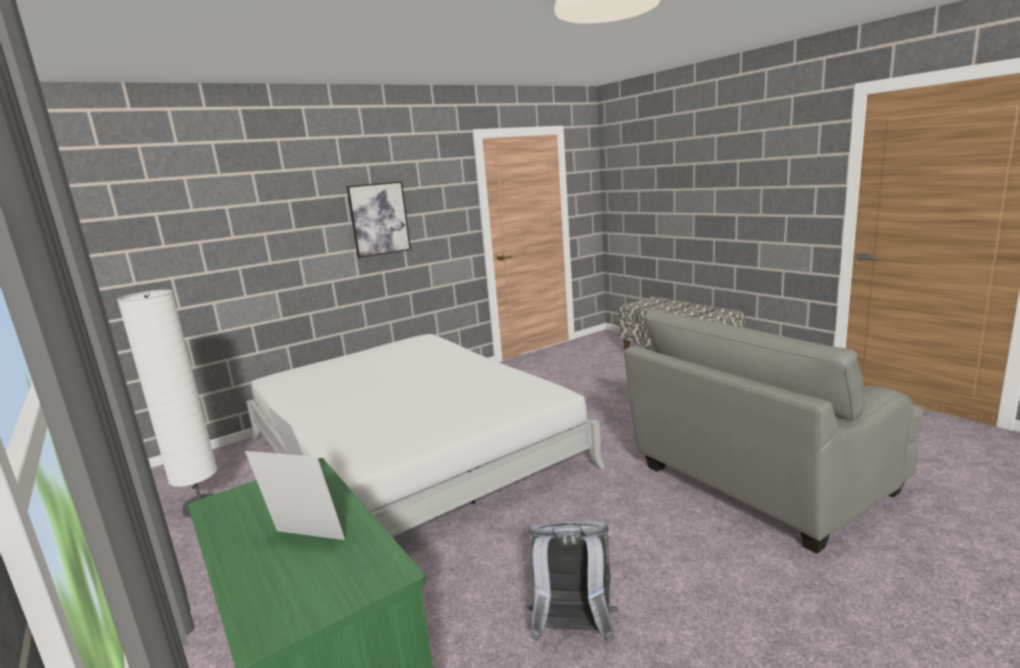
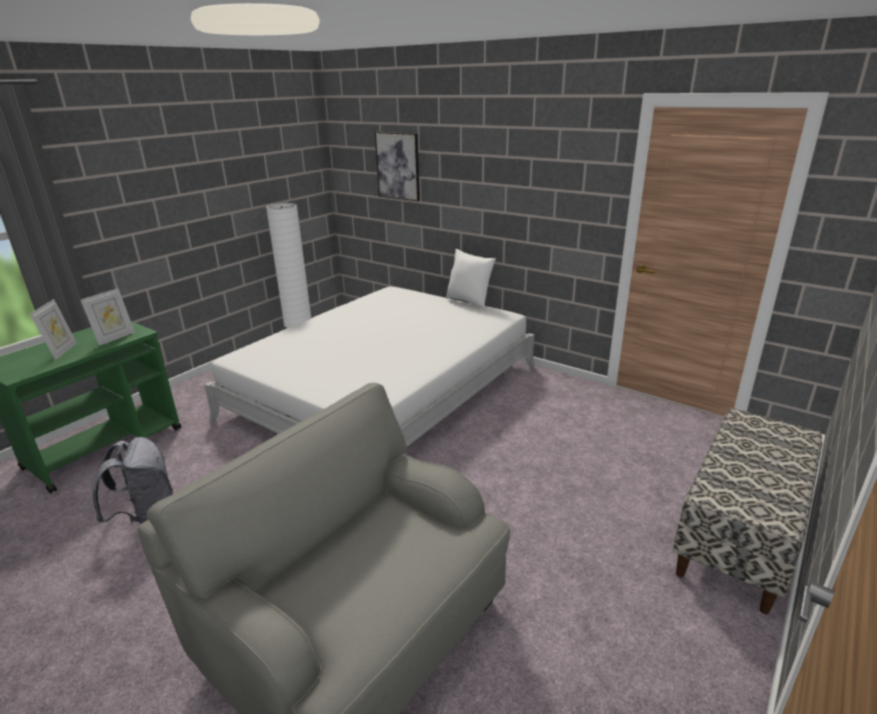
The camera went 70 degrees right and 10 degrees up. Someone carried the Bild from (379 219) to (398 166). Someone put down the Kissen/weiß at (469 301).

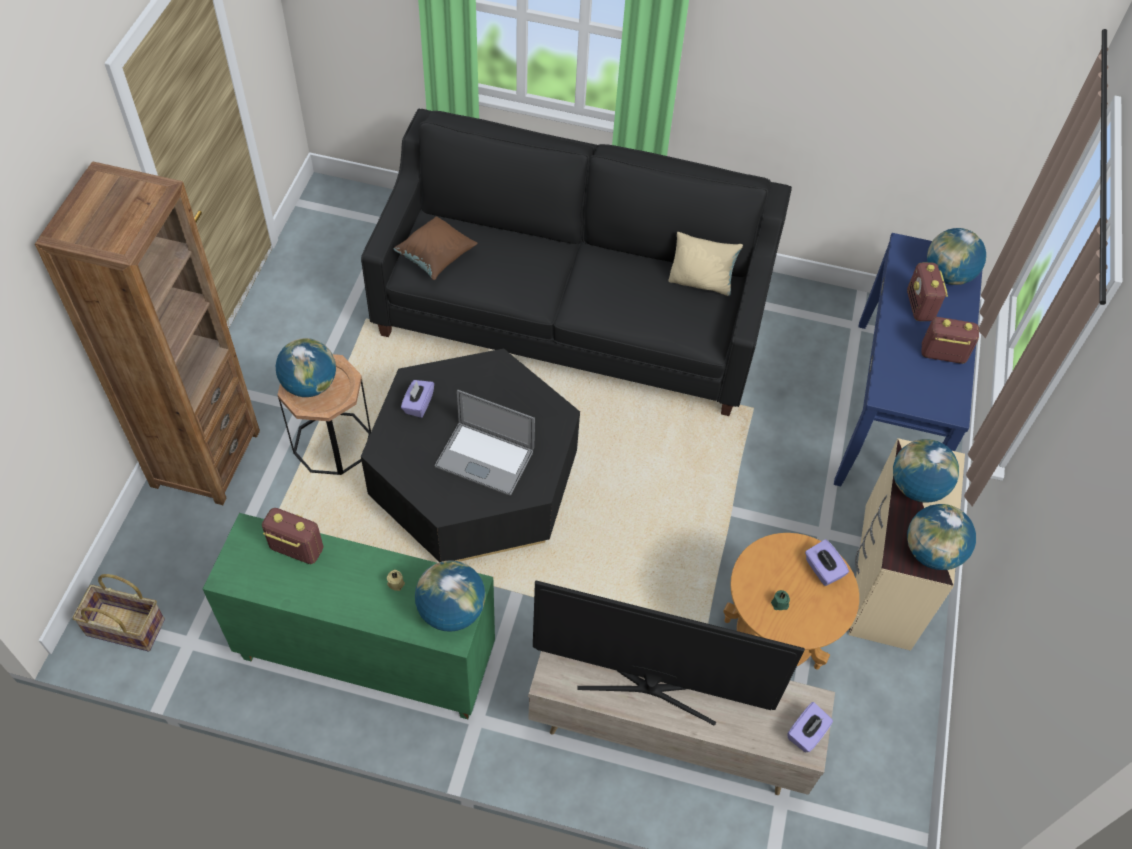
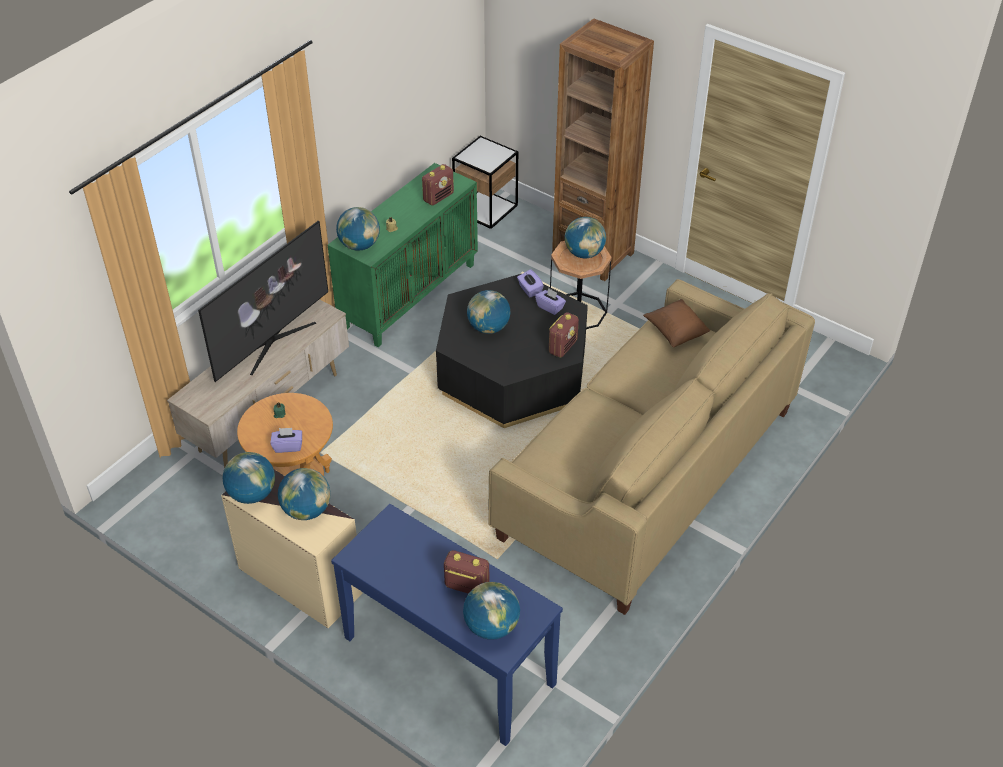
The camera went 115 degrees right and 10 degrees down. Someone swapped the Korb at (124 628) for the Beistelltisch at (485 208). Someone swapped the Laptop at (484 458) for the Globus at (488 328). Someone repainted the Sofa/schwarz at (572 314), which became the Sofa/beige at (647 473). Someone carried the Taschentuchbox/lila from (806 733) to (529 290). Someone carried the Radio from (942 354) to (563 347). Someone took away the Kissen/beige at (701 282).

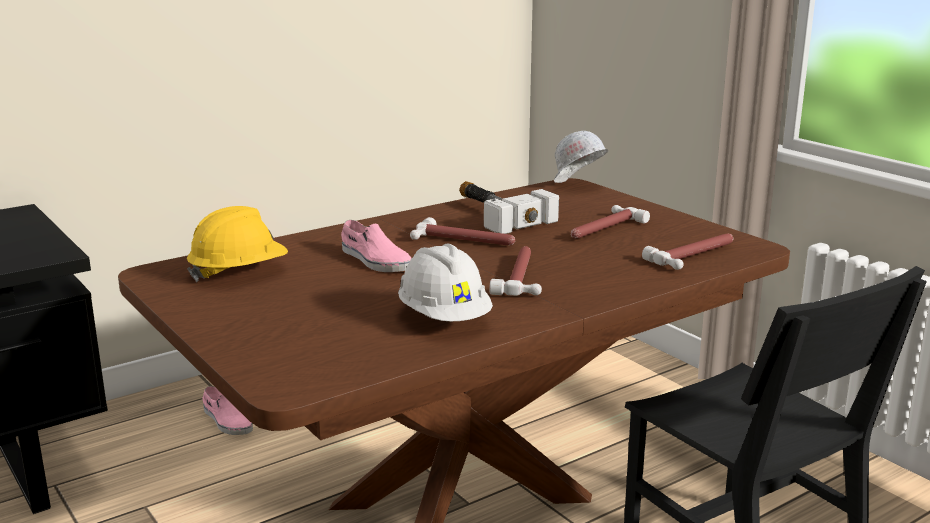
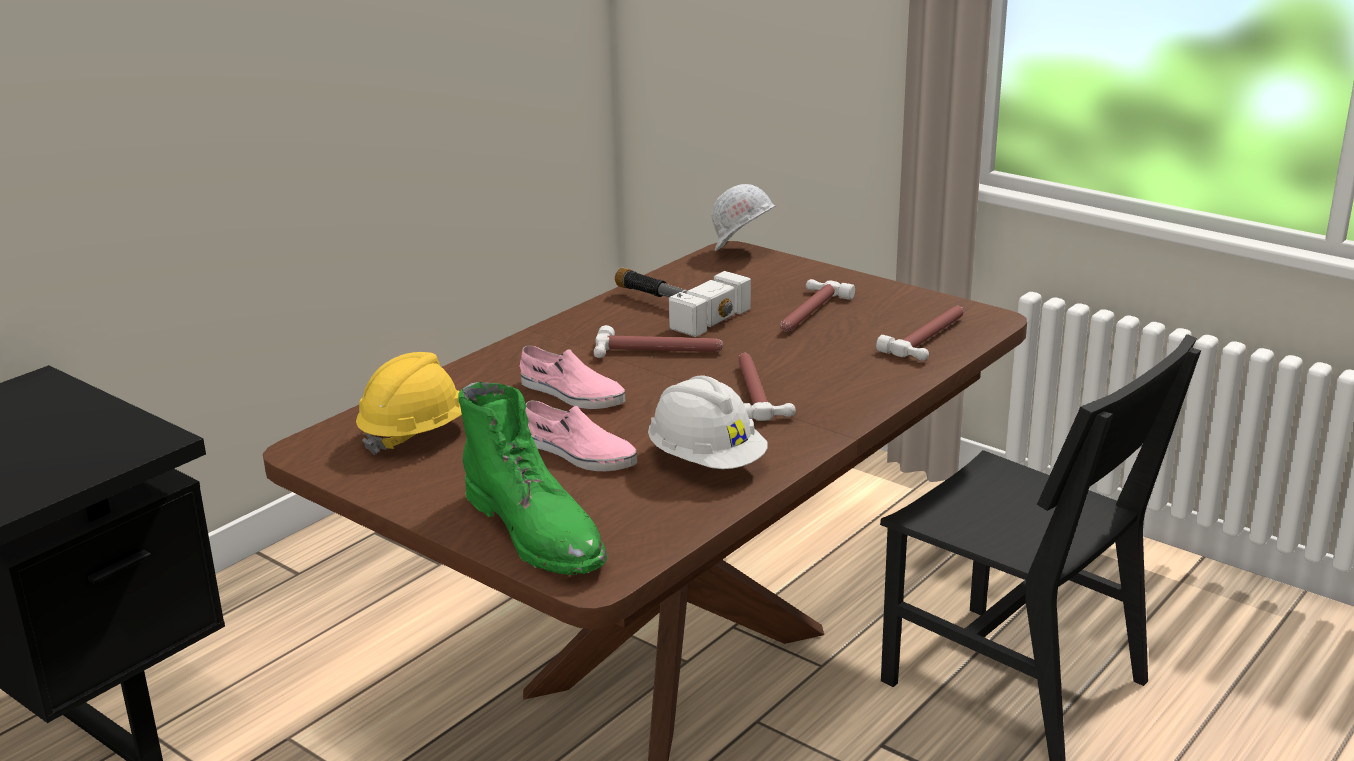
The camera went 15 degrees left and 5 degrees up. Someone put down the Stiefel/grün at (538 532). Someone carried the Schuh/rosa from (227 421) to (578 453).

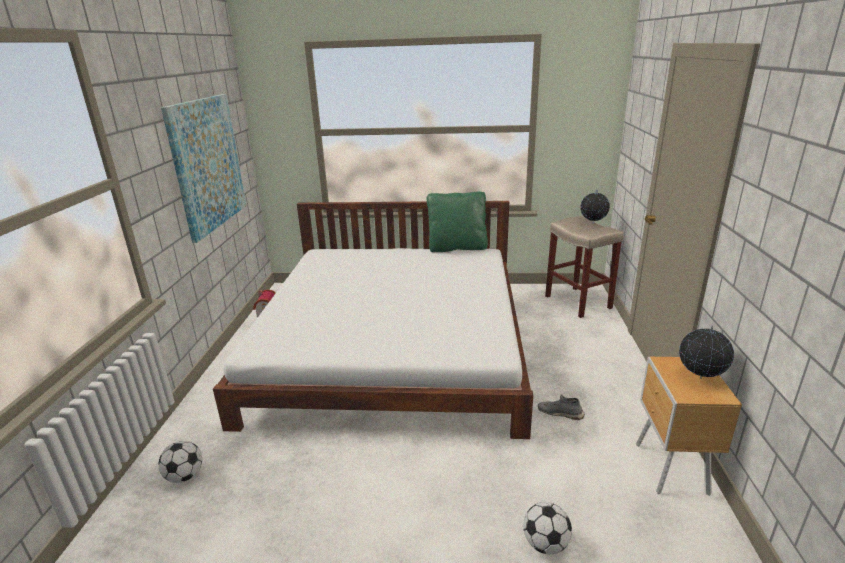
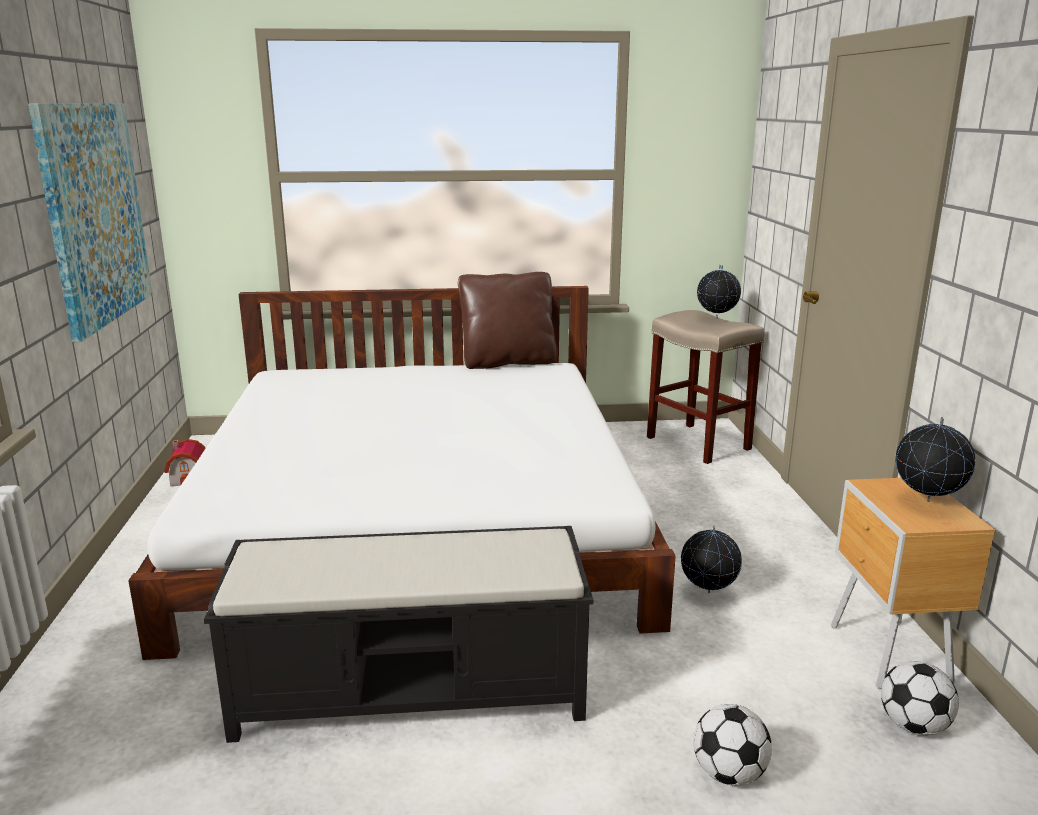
The camera went 10 degrees left and 5 degrees down. Someone put down the Bank/schwarz at (413 691). Someone repainted the Kissen/grün at (457 248), which became the Kissen/braun at (508 362). Someone swapped the Schuh/grau at (560 413) for the Globus at (708 593). Someone carried the Fußball from (185 476) to (913 726).

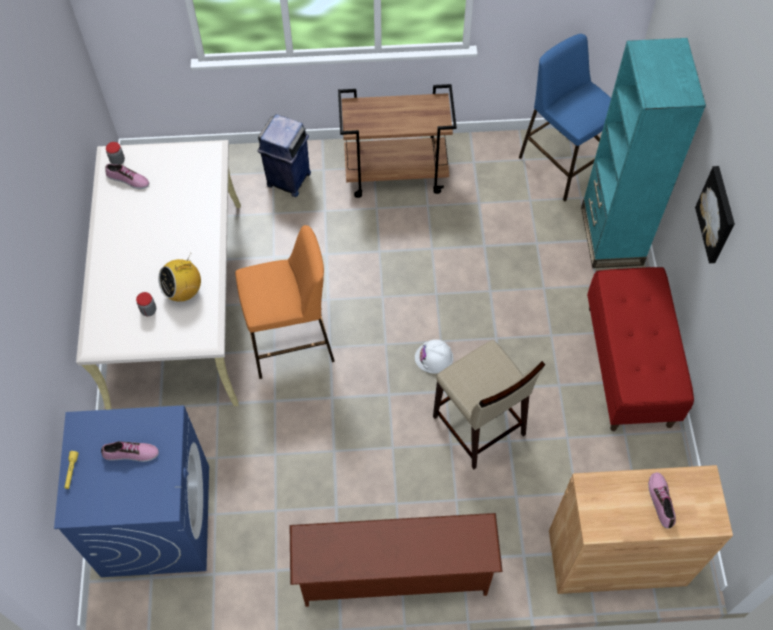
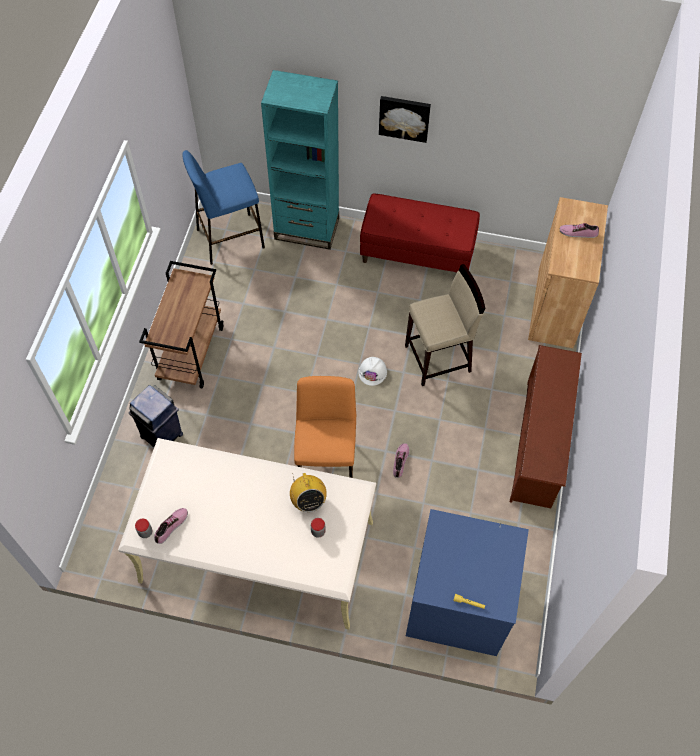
The camera went 75 degrees left and 0 degrees up. Someone carried the Schuh from (131 454) to (401 461).

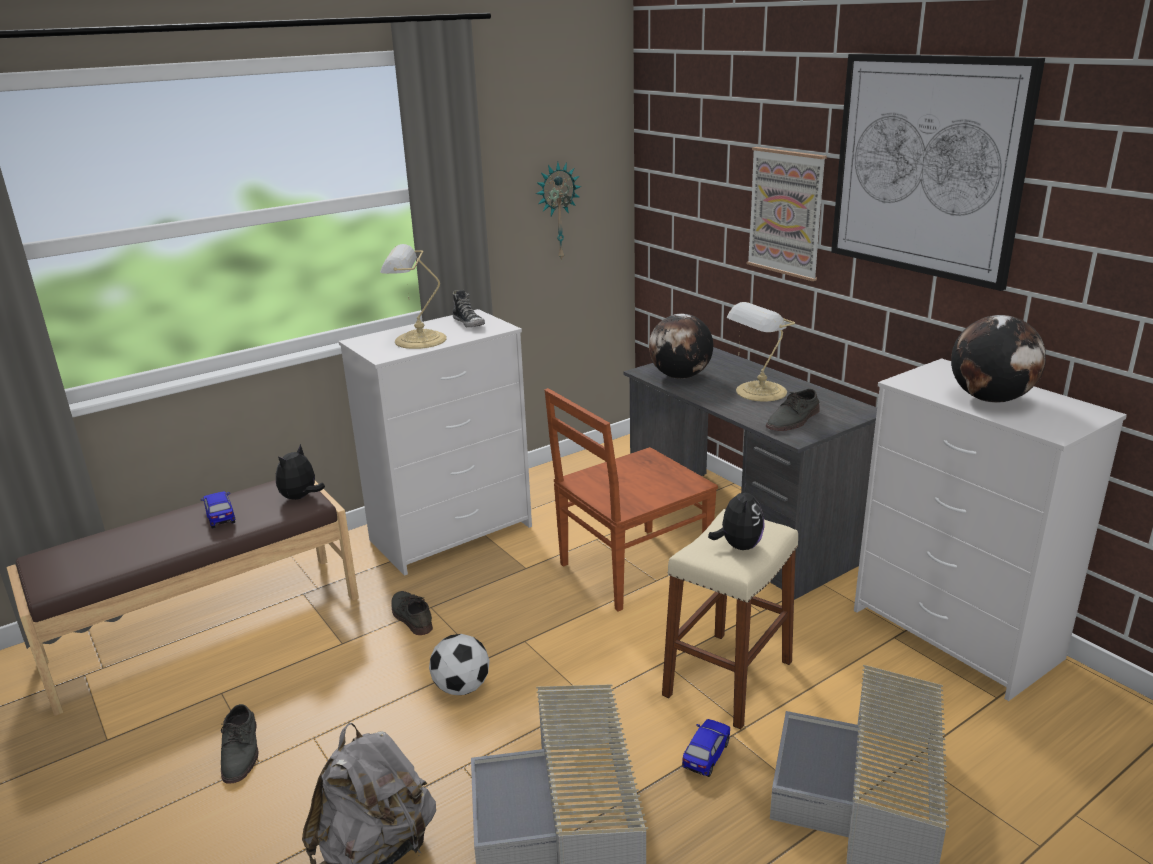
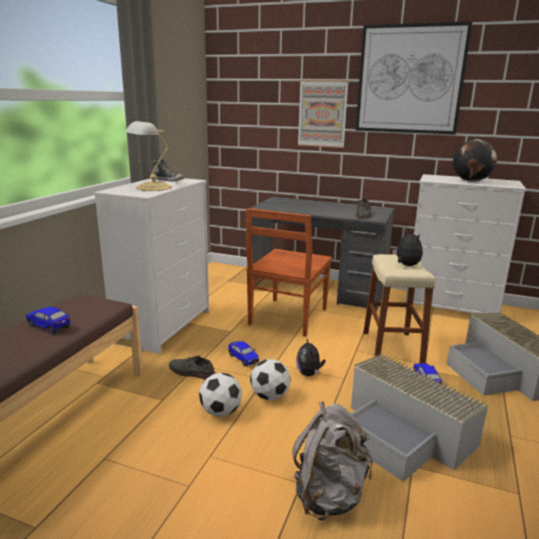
The camera went 35 degrees left and 5 degrees down. Someone put down the Fußball at (220 412). Someone put down the Spielzeugauto at (243 359). Someone carried the Plüschtier from (300 498) to (309 374). Someone took away the Schuh/grau at (241 751). Someone took away the Wanduhr at (557 211). Someone took away the Globus at (680 376). Someone took away the Tischlampe at (759 392).

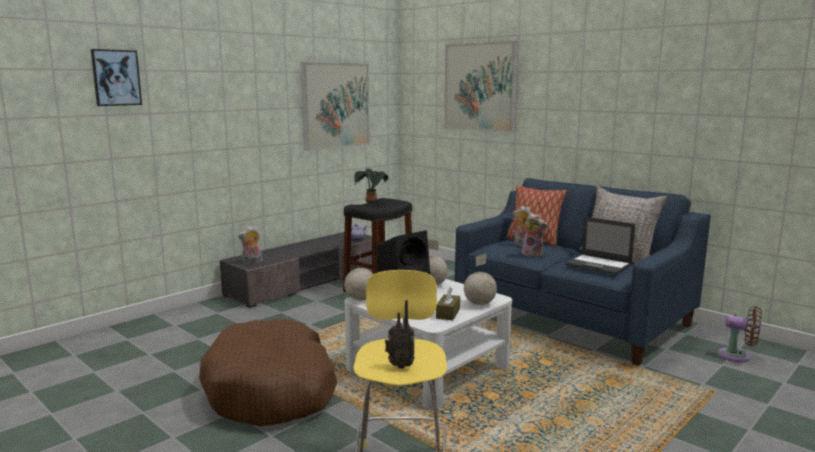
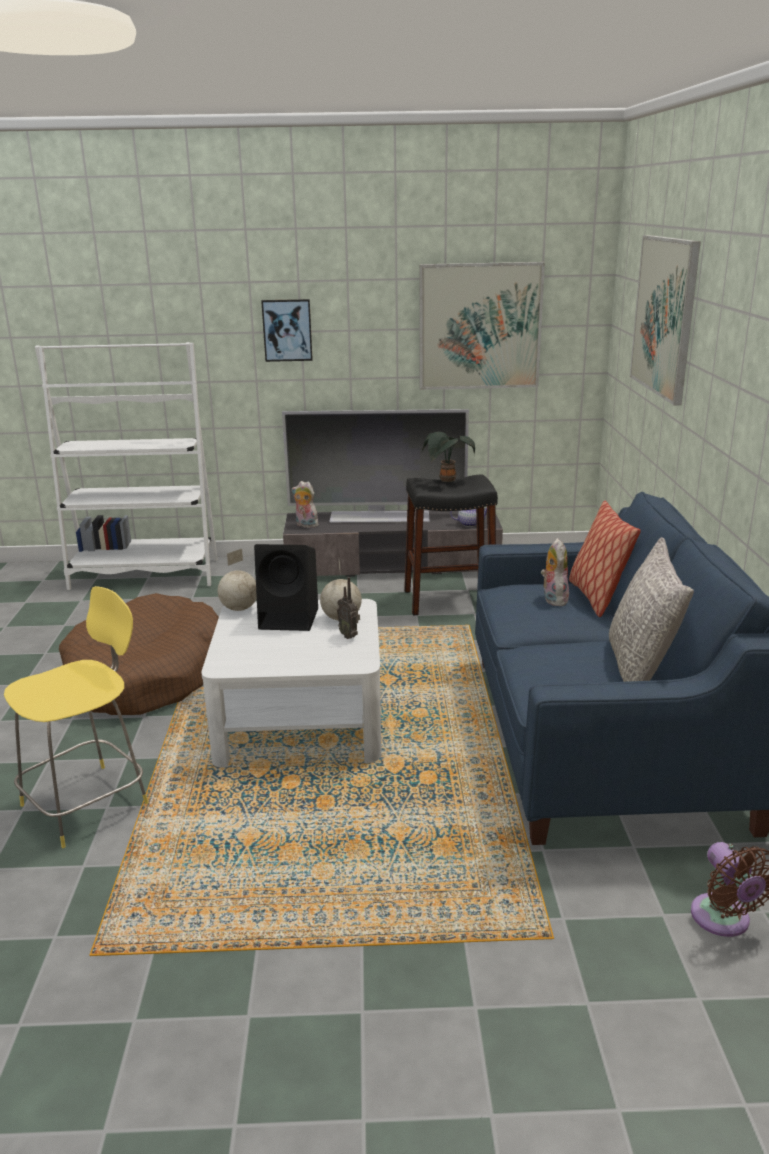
The camera went 45 degrees right and 10 degrees up. Someone put down the Bücherregal/weiß at (145 574). Someone carried the Bild from (116 77) to (287 330). Someone put down the Fernseher at (379 516). Someone carried the Radio from (400 365) to (349 636). Someone took away the Taschentuchbox/braun at (448 313). Someone took away the Globus at (479 304). Someone took away the Plüschtier at (533 254). Someone took away the Laptop at (599 265).

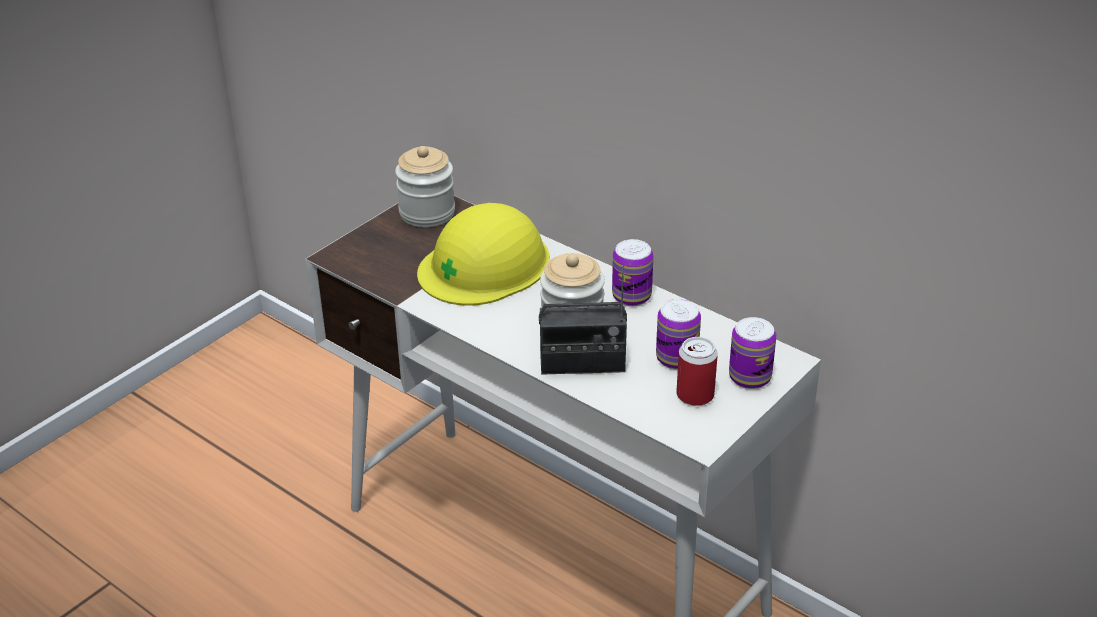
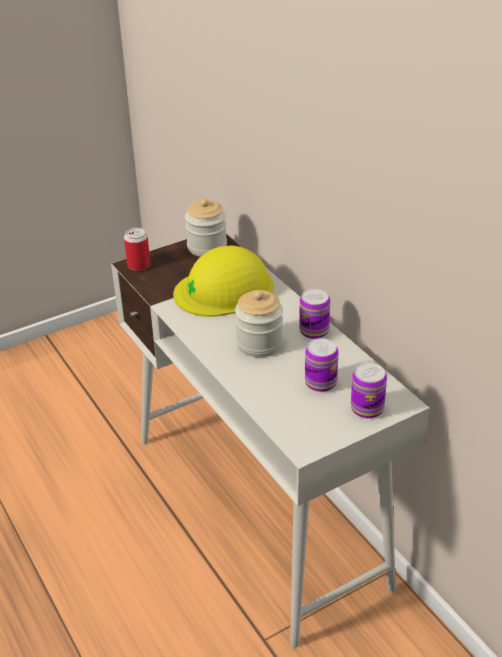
The camera went 20 degrees right and 0 degrees up. Someone carried the Dose from (695 395) to (138 265). Someone took away the Radio at (582 364).

